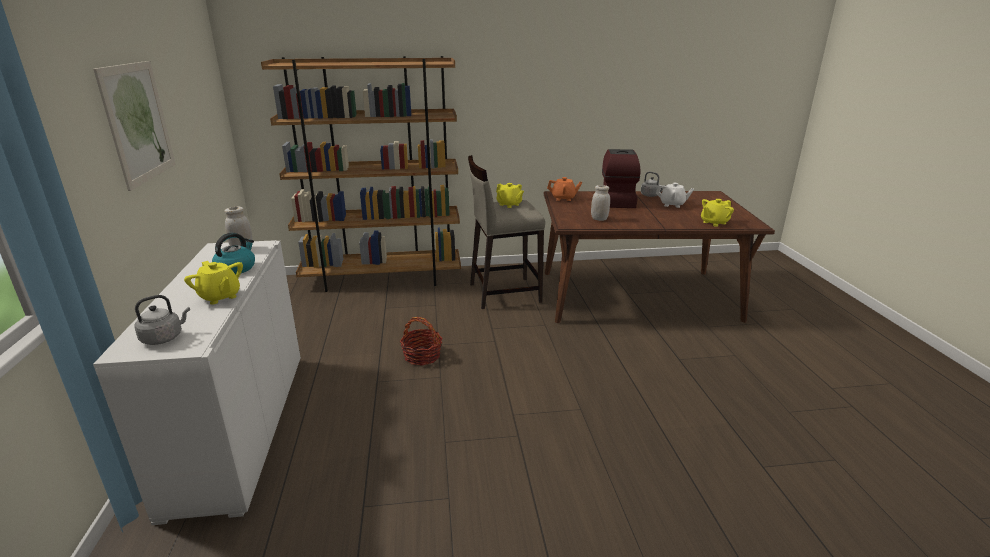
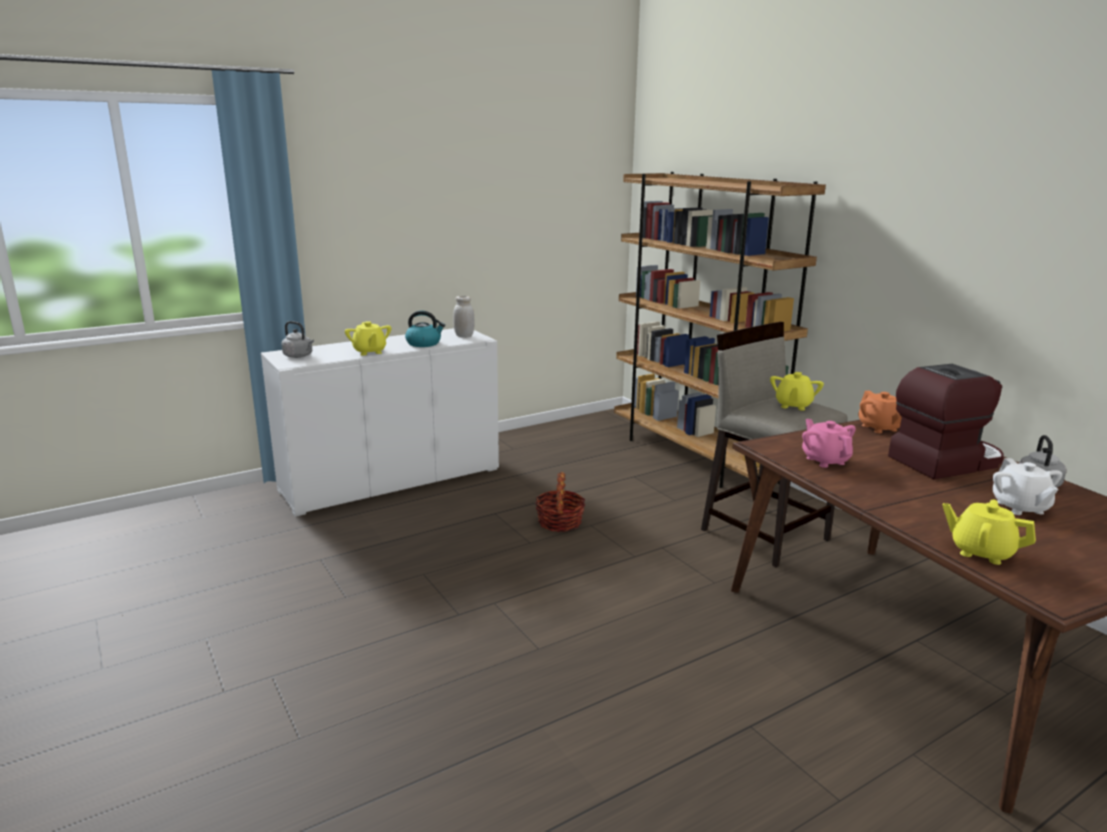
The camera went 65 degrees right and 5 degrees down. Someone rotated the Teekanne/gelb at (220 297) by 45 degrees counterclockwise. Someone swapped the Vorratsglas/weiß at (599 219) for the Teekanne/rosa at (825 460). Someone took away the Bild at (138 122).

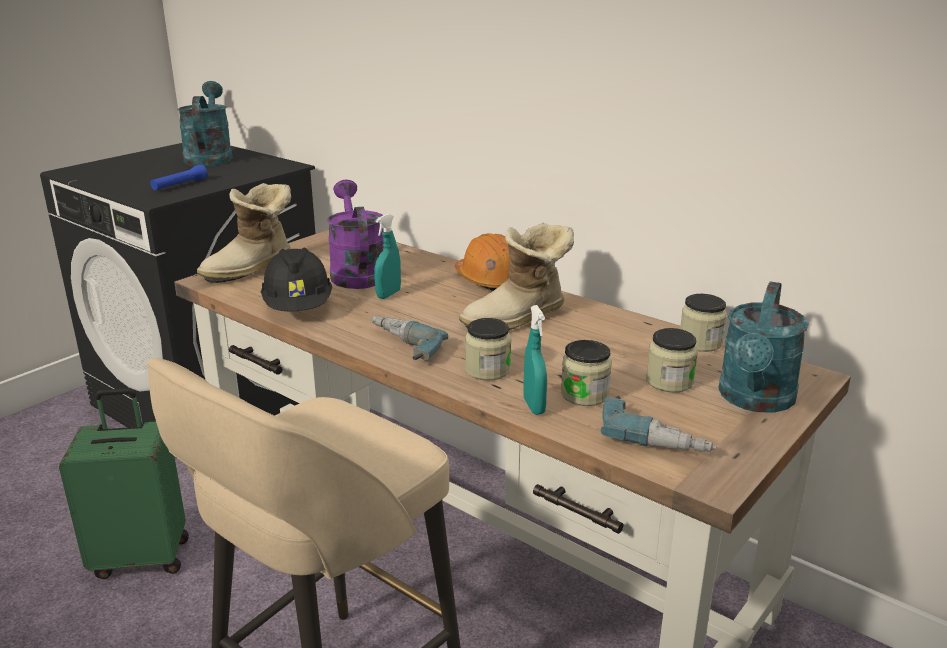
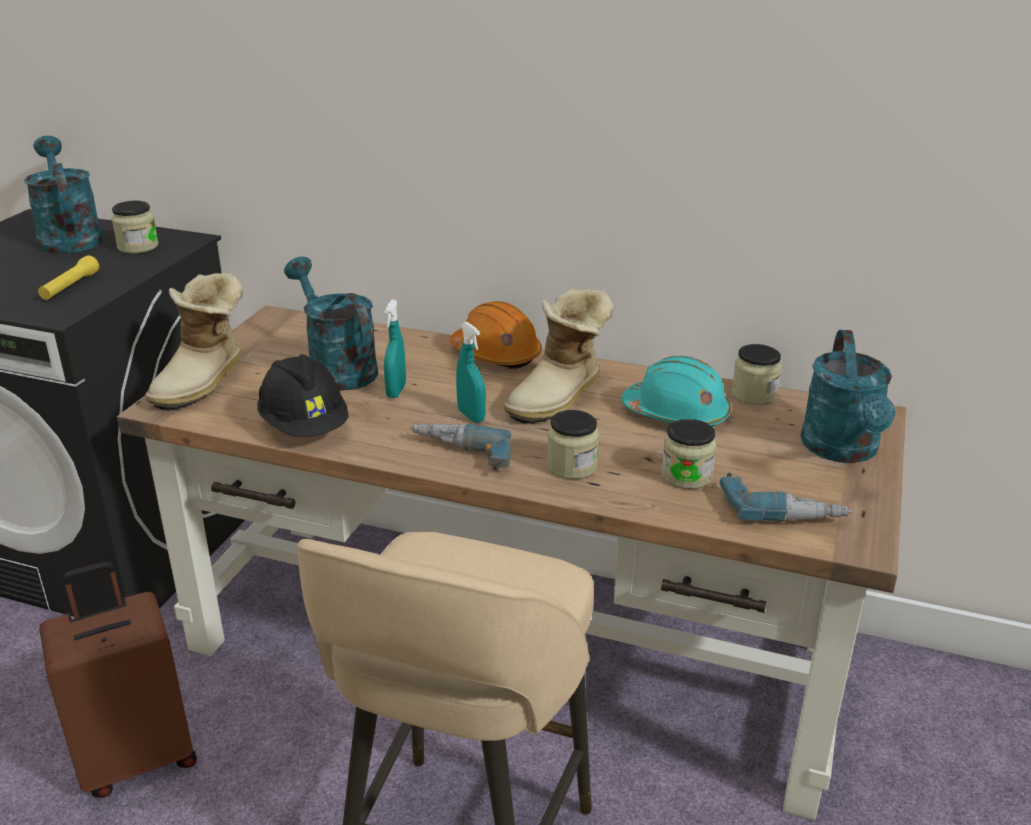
The camera went 20 degrees left and 5 degrees up. Someone repainted the Taschenlampe/blau at (180 185), which became the Taschenlampe/gelb at (70 287). Someone repainted the Koffer/grün at (142 557), which became the Koffer/braun at (137 757). Someone carried the Vorratsglas from (669 381) to (138 246). Someone repainted the Gießkanne/lila at (356 272), which became the Gießkanne/türkis at (336 367). Someone carried the Sprühflasche/türkis from (534 406) to (471 416). Someone put down the Schutzhelm/türkis at (676 414).

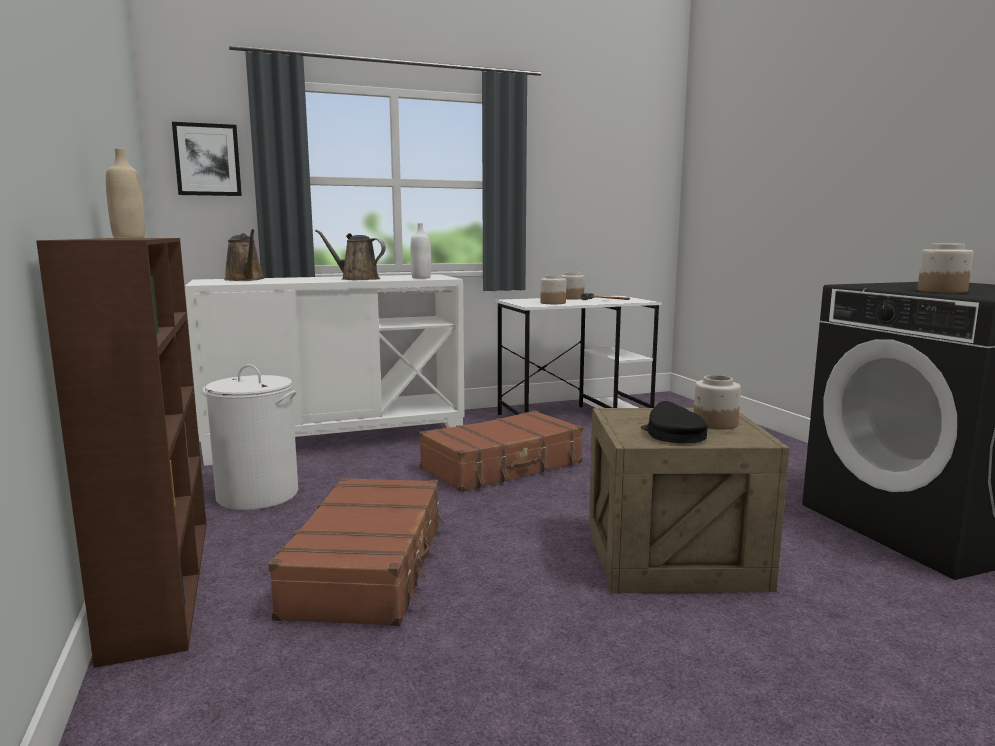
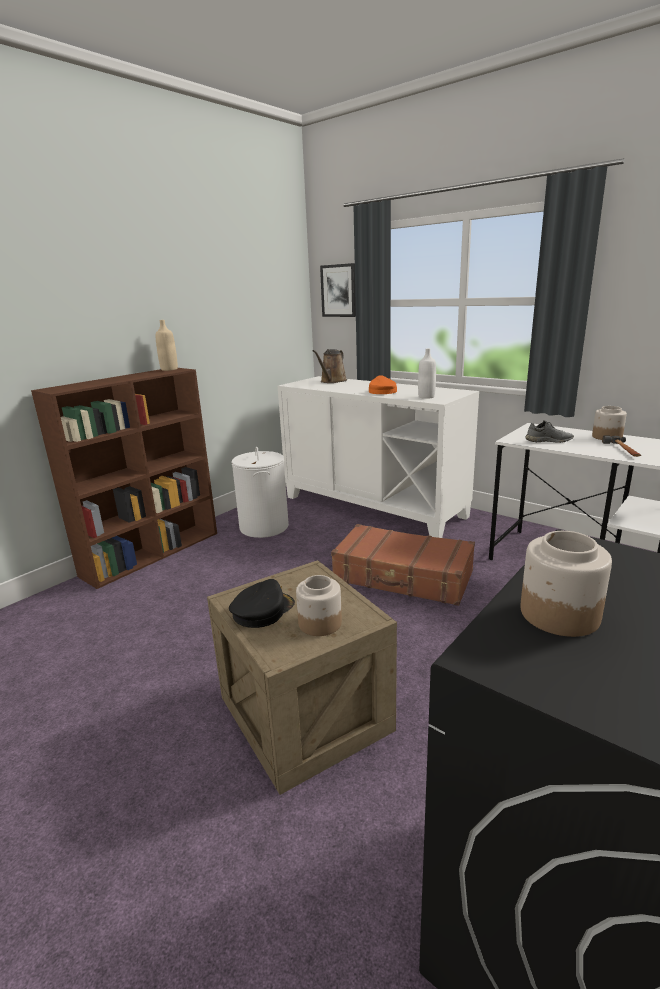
The camera went 60 degrees right and 10 degrees up. Someone swapped the Gießkanne/braun at (357 279) for the Kappe/orange at (381 391). Someone swapped the Vorratsglas at (552 303) for the Schuh/grau at (548 441). Someone took away the Koffer/braun at (369 567).

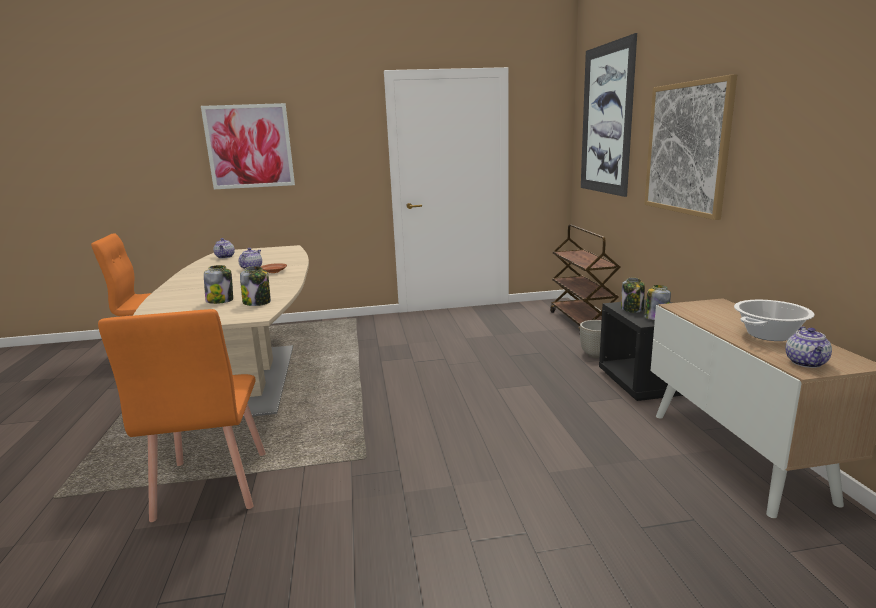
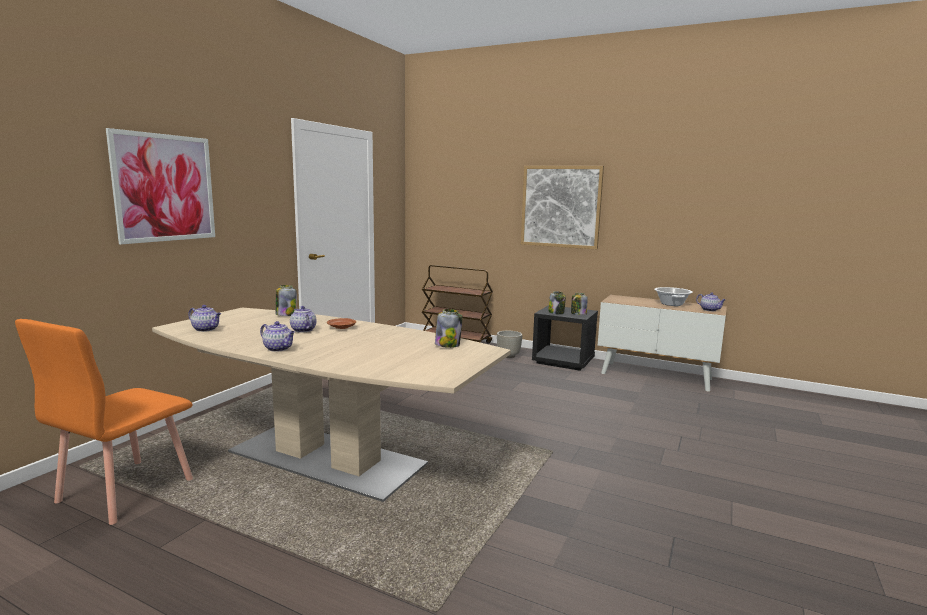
The camera went 55 degrees left and 5 degrees down. Someone put down the Teekanne at (279 349). Someone carried the Vorratsglas from (220 301) to (286 315). Someone took away the Stuhl/orange at (211 485). Someone took away the Bild at (606 120).

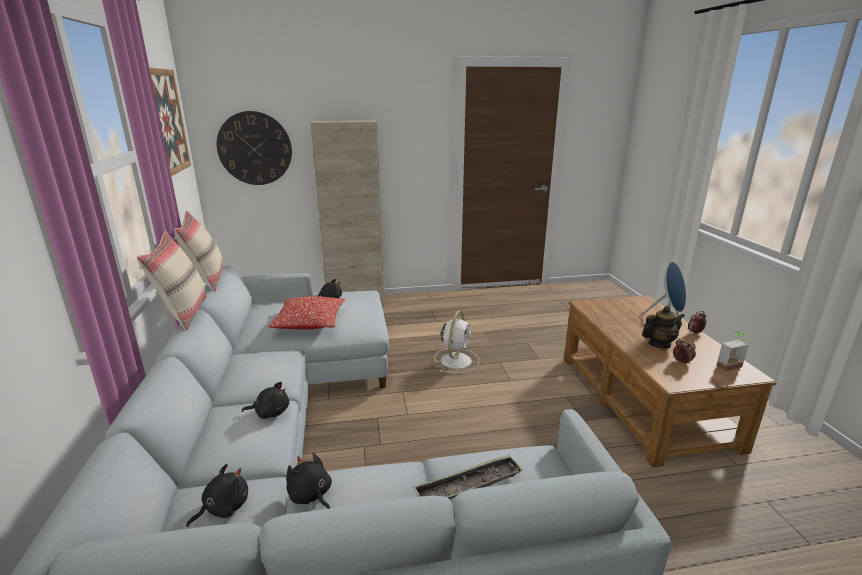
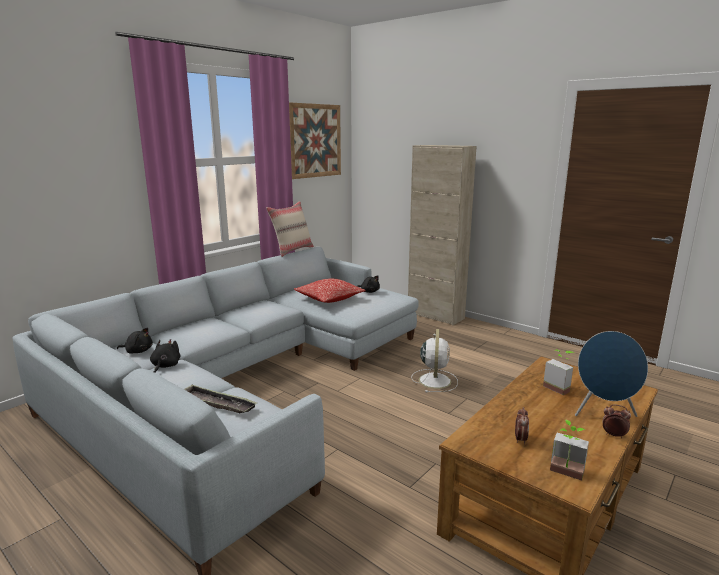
The camera went 50 degrees right and 5 degrees down. Someone rotated the Ventilator/weiß at (456 360) by 60 degrees counterclockwise. Someone put down the Topfpflanze at (559 387). Someone took away the Kissen/beige at (183 313). Someone took away the Wanduhr at (255 148). Someone took away the Plüschtier/schwarz at (270 412). Someone took away the Teekanne at (659 344).

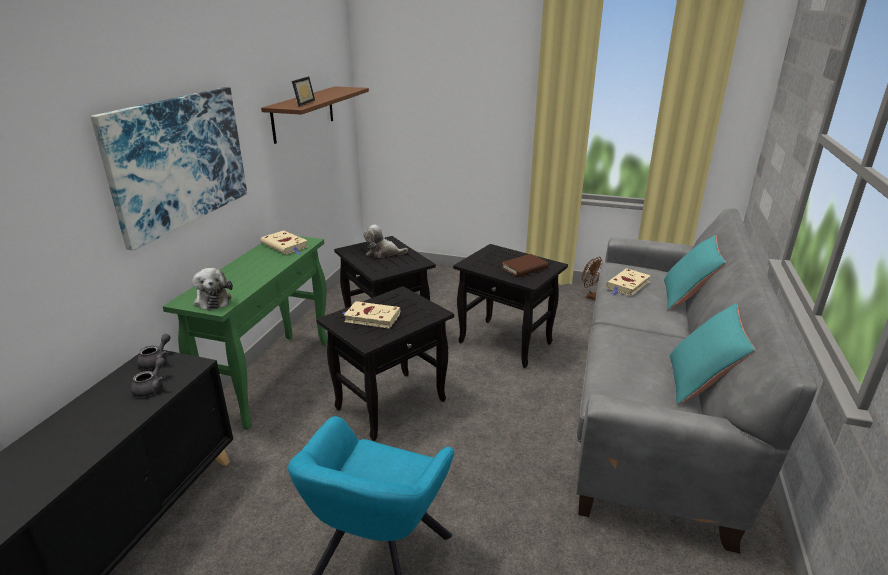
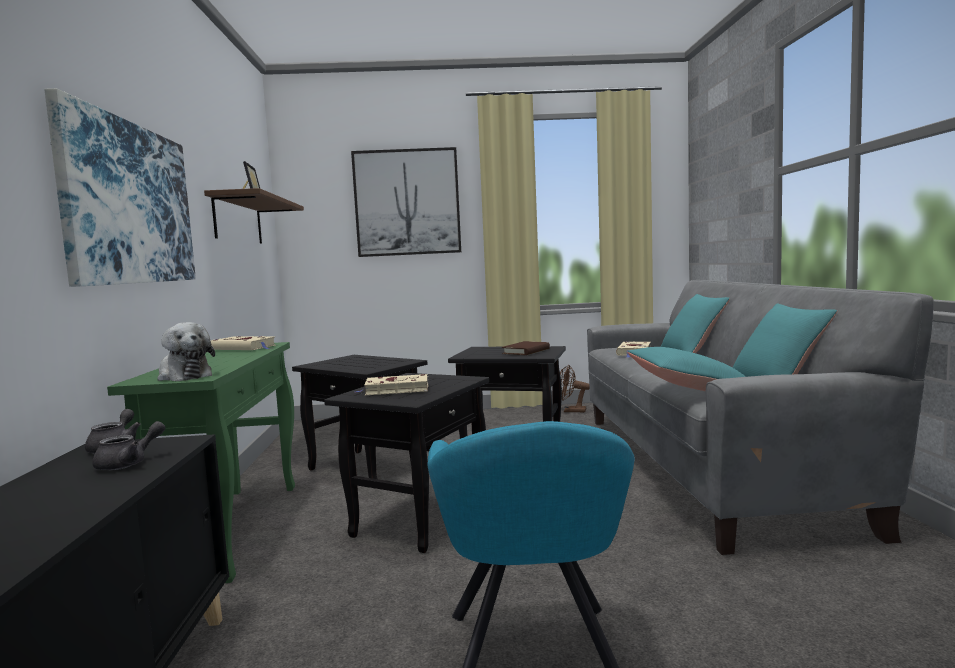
The camera went 20 degrees left and 20 degrees down. Someone rotated the Teekanne/grau at (151 387) by 45 degrees clockwise. Someone put up the Bild at (407 202). Someone put down the Kissen/türkis at (688 389). Someone took away the Plüschtier at (383 253).

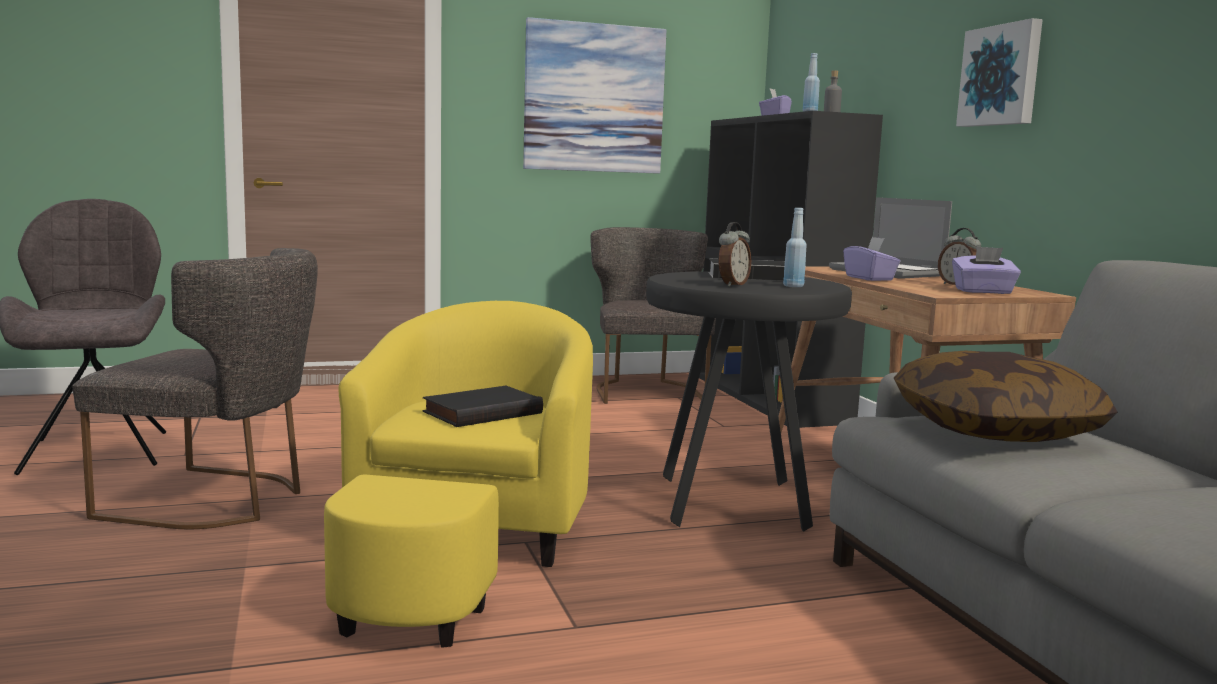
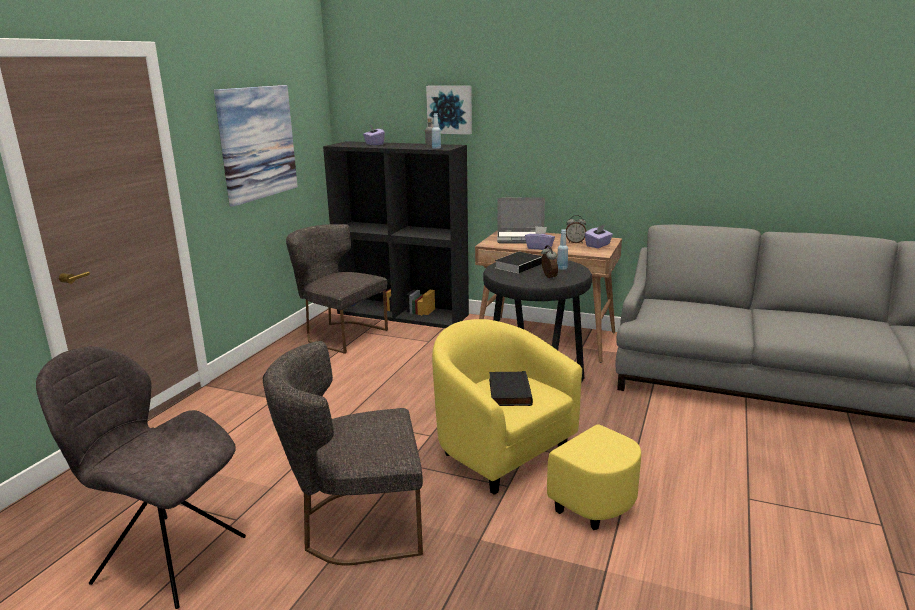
The camera went 50 degrees left and 10 degrees up. Someone rotated the Stuhl/grau at (218 500) by 150 degrees counterclockwise. Someone carried the Bild from (1001 76) to (450 109). Someone took away the Kissen at (995 429).

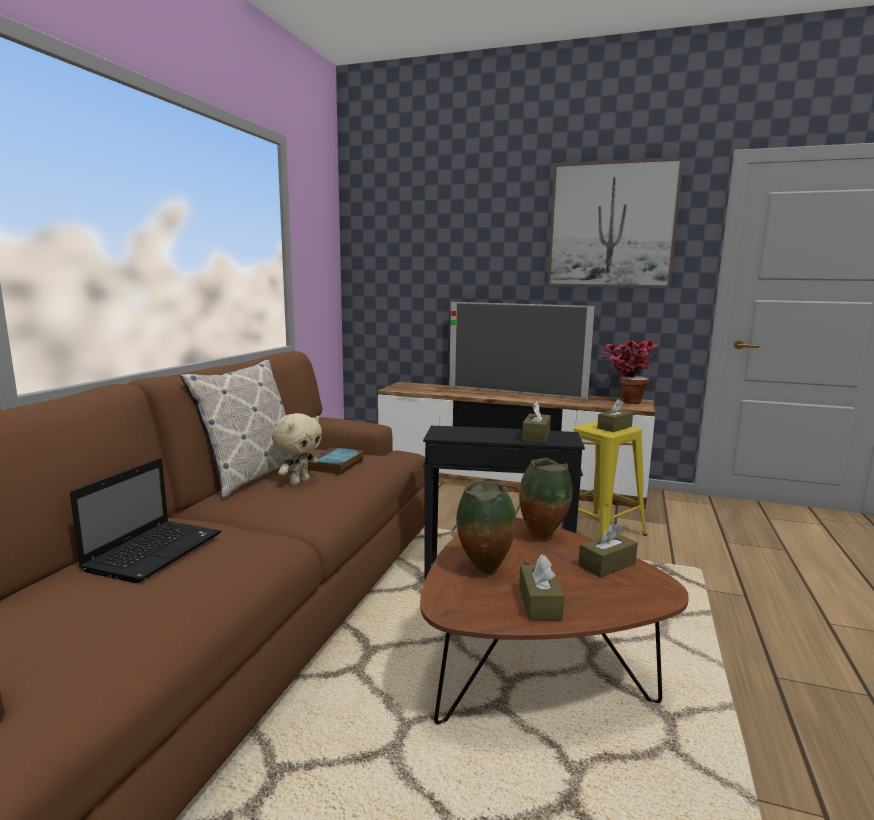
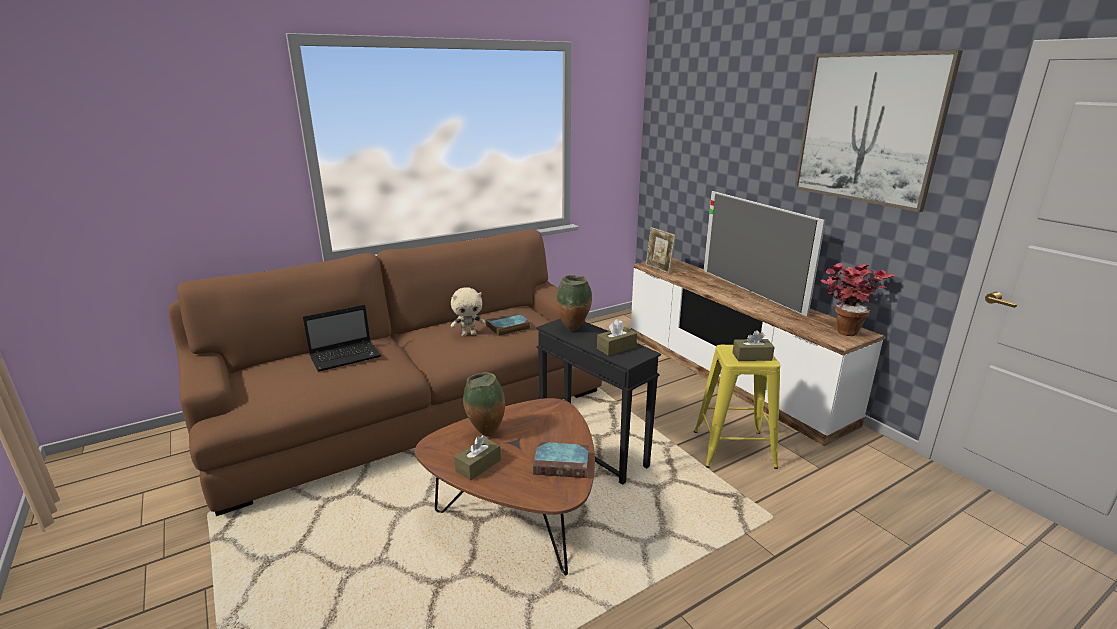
The camera went 40 degrees right and 10 degrees up. Someone swapped the Taschentuchbox/braun at (607 565) for the Buch at (563 464). Someone carried the Vase from (543 537) to (574 329). Someone put down the Bilderrahmen at (658 269). Someone took away the Kissen at (251 476).

